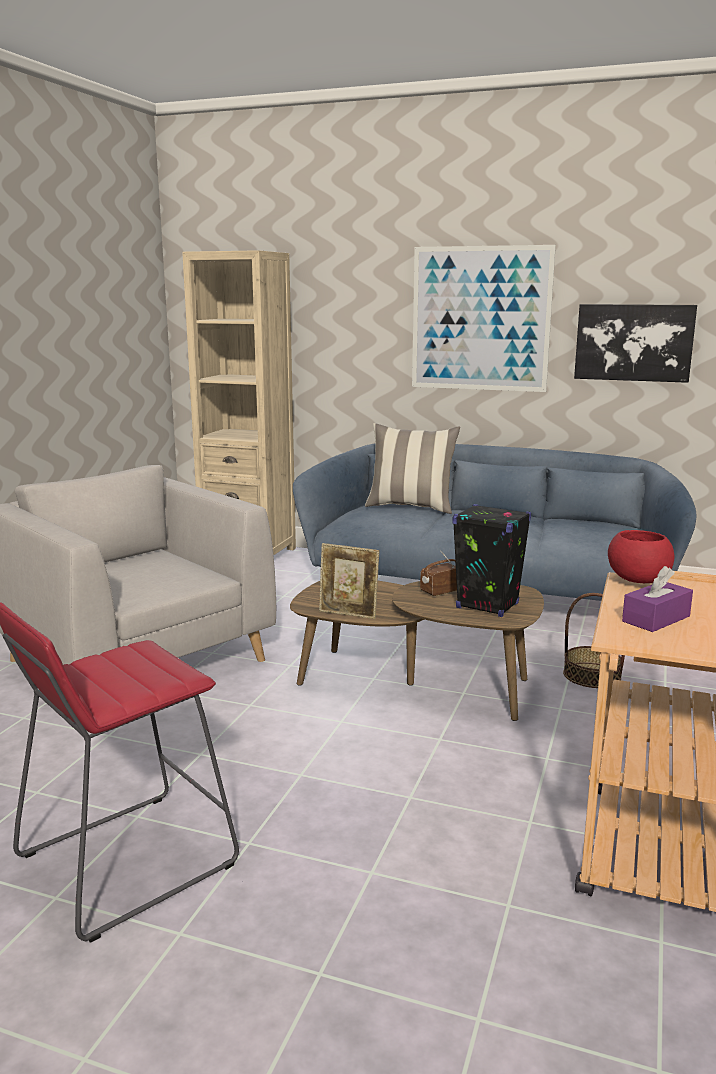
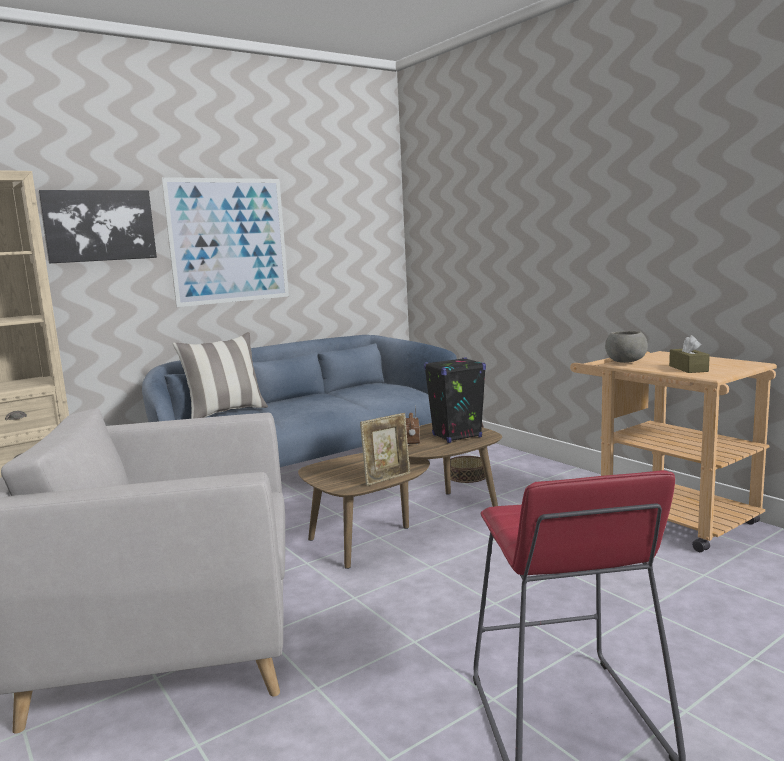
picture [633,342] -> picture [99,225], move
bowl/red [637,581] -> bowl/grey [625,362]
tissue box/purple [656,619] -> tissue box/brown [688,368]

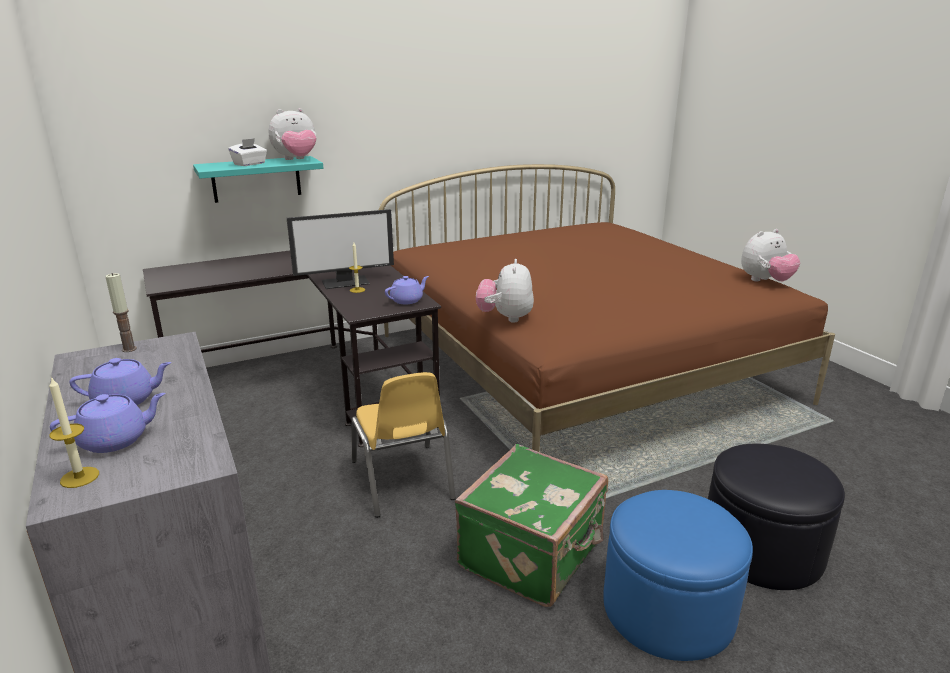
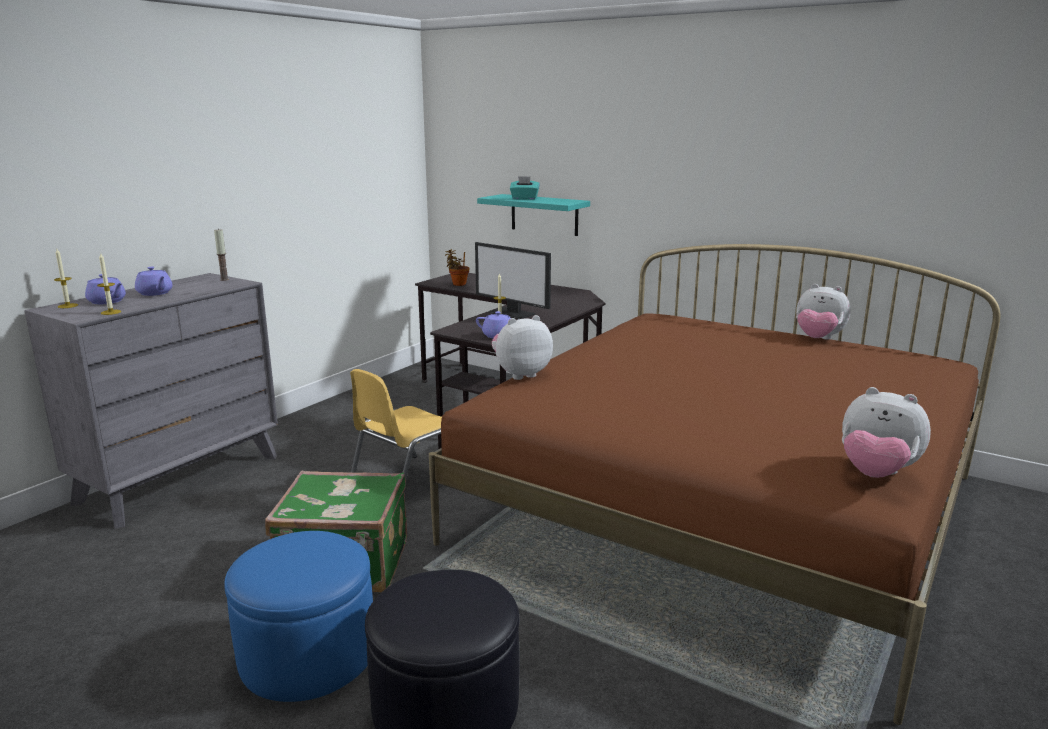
plush toy [296,160] -> plush toy [818,339], move
tissue box/white [250,164] -> tissue box/turquoise [524,198]
none -> potted plant [457,284]
none -> candle [111,312]

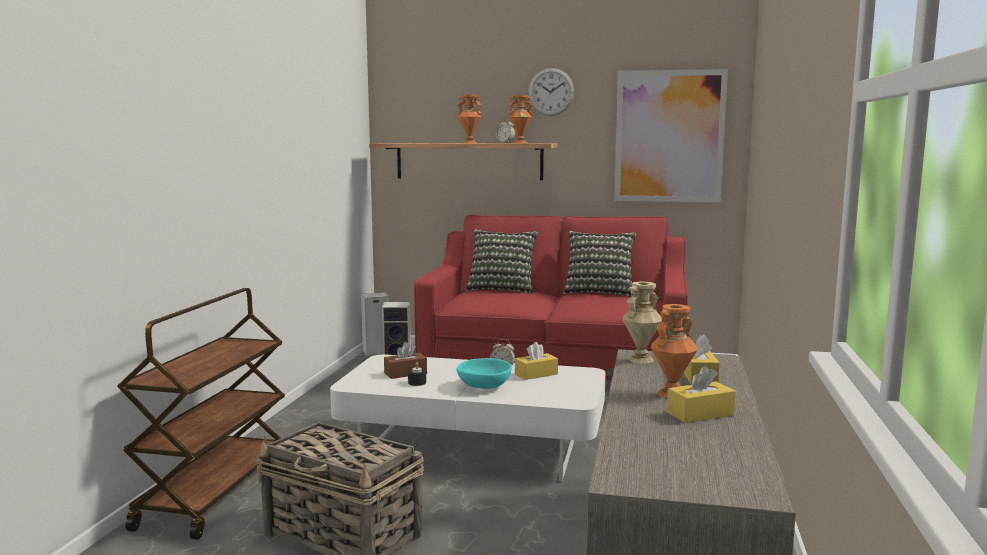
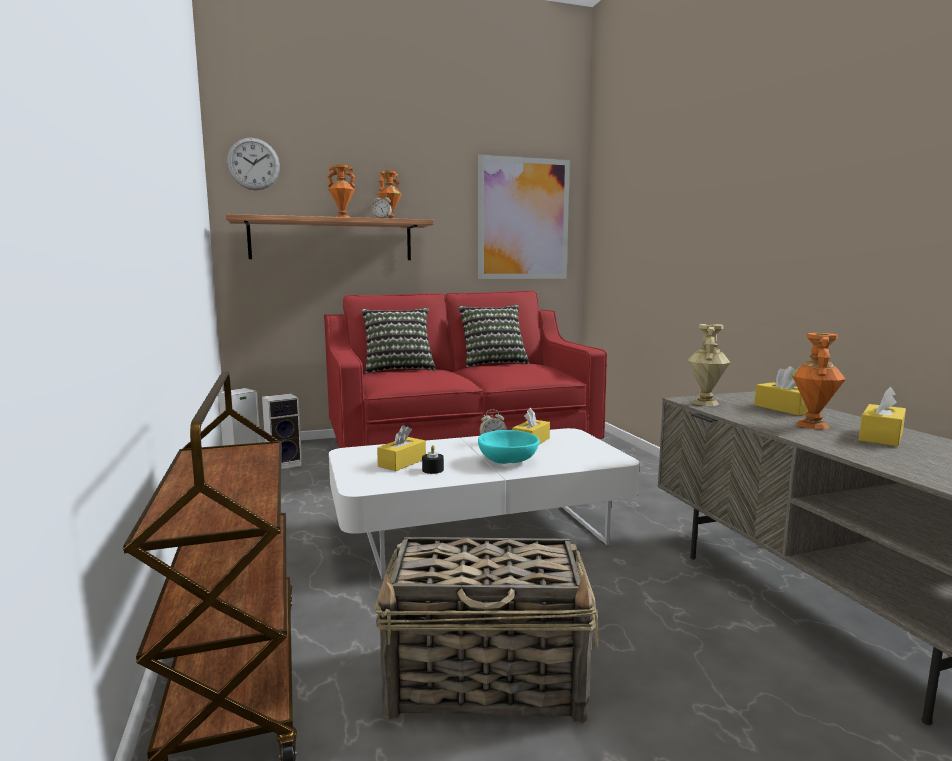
wall clock [551,92] -> wall clock [253,164], move
tissue box/brown [405,373] -> tissue box/yellow [402,463]

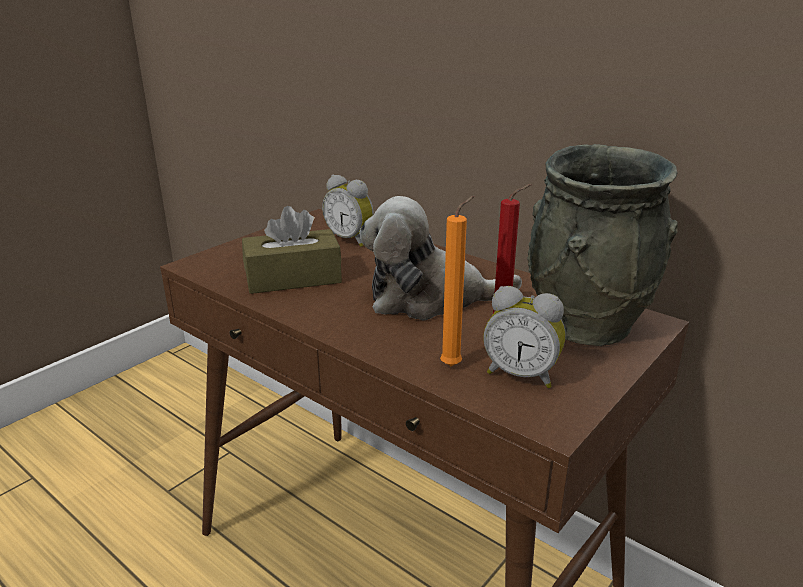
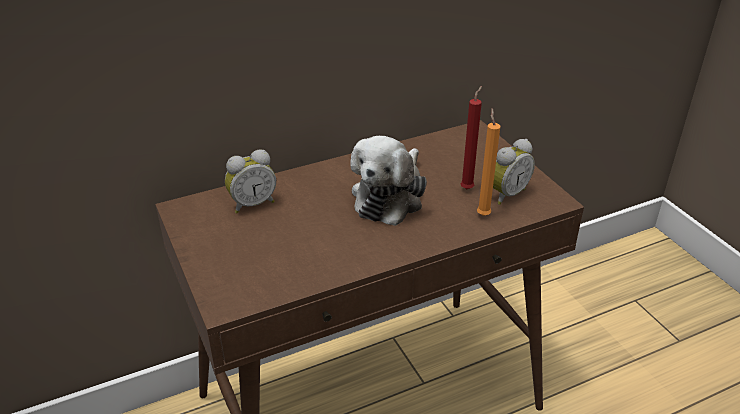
vase/grey [585,323] -> none
tissue box/brown [293,278] -> none

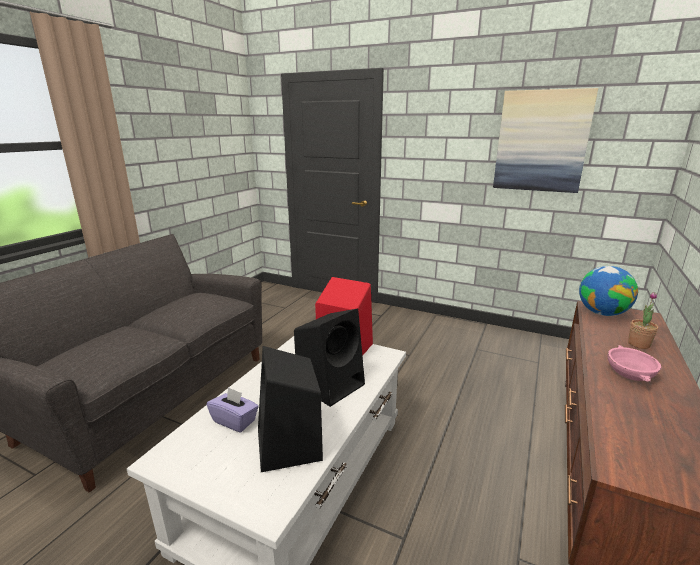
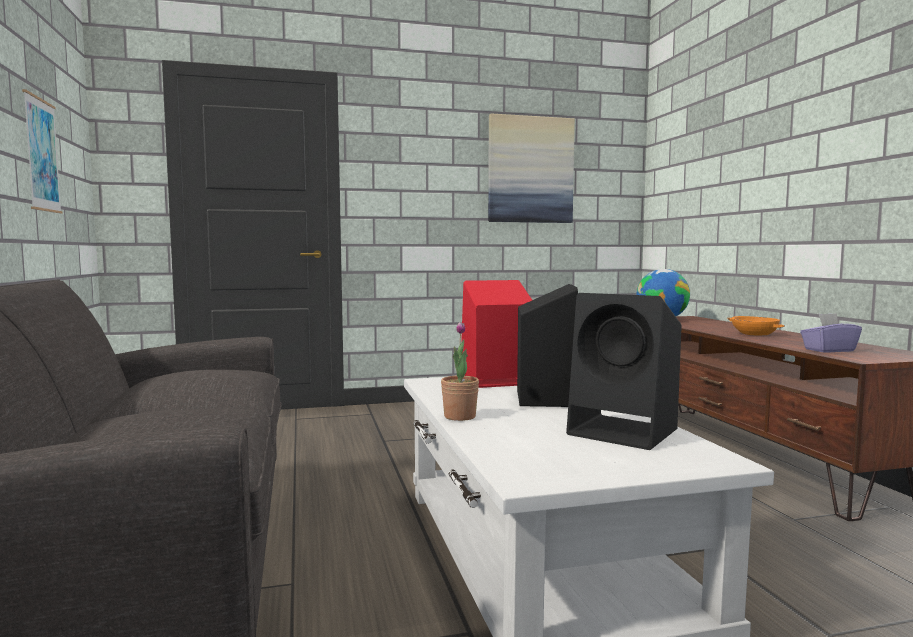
potted plant [638,344] -> potted plant [460,416], move
bowl/pink [630,373] -> bowl/orange [755,334]
tissue box/purple [235,421] -> tissue box/purple [828,350], move
none -> picture [42,155]

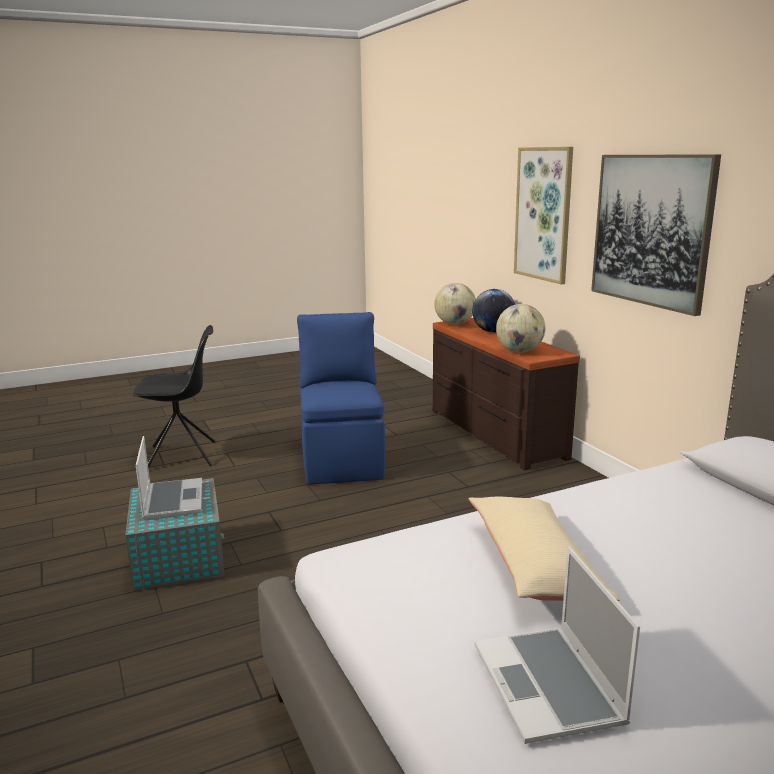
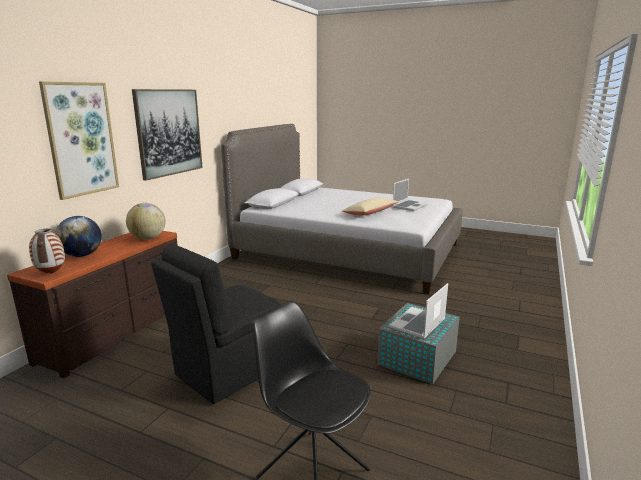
globe [455,324] -> vase [51,273]
chair/blue [342,460] -> chair/black [227,370]

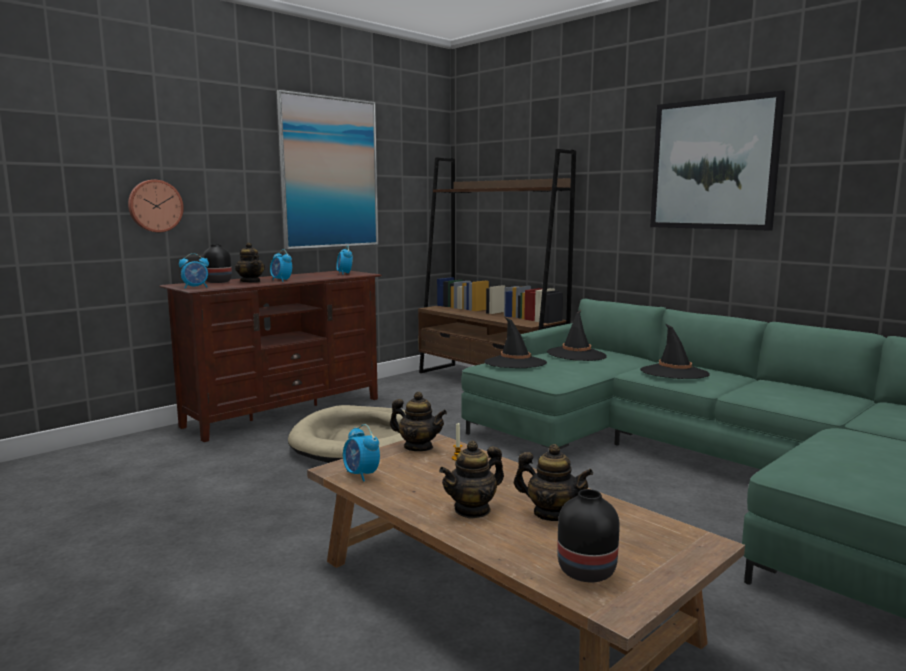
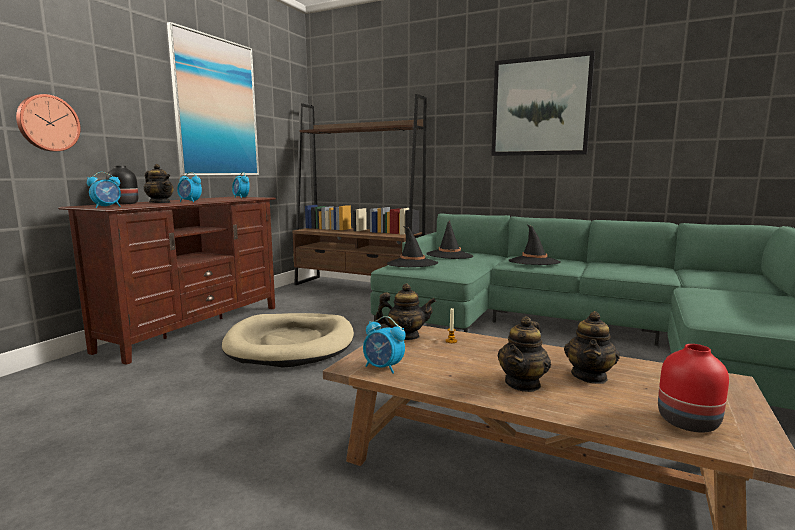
teapot [551,514] -> teapot [589,376], 105 degrees clockwise
vase/black [585,570] -> vase/red [686,421]

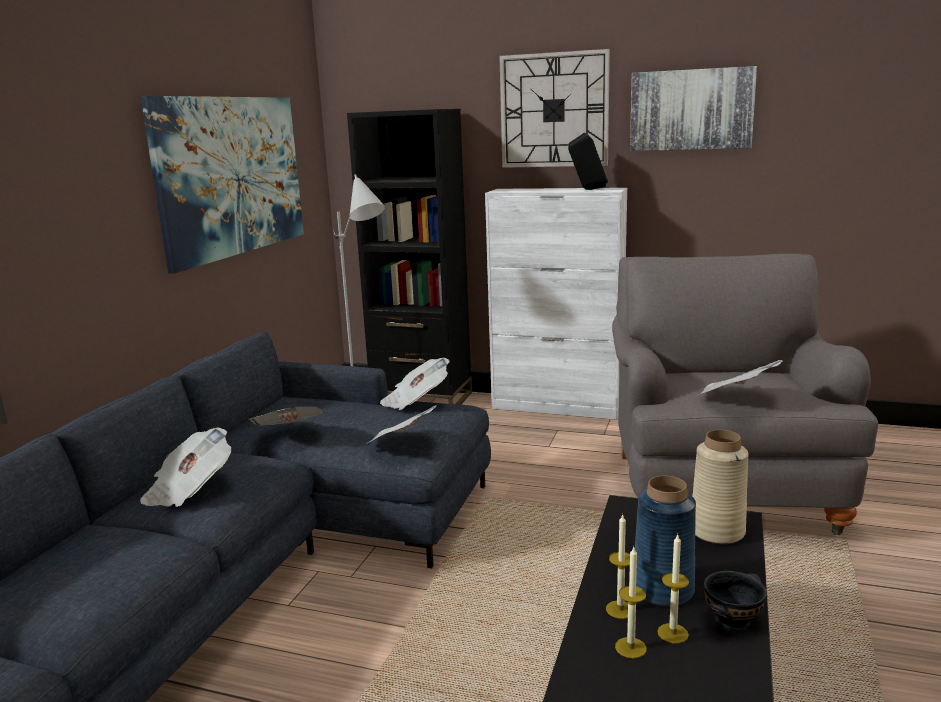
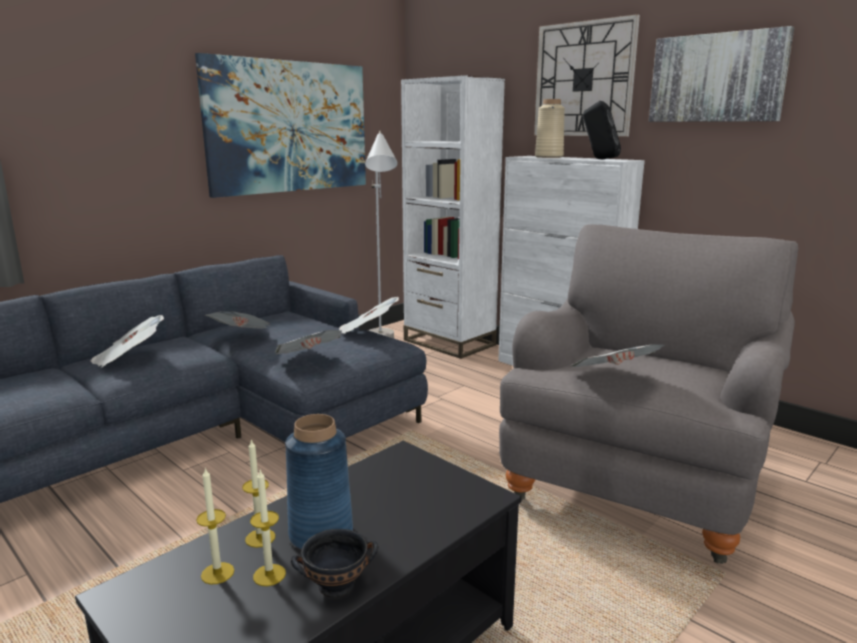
bookcase/black [422,399] -> bookcase/white [449,342]
vase/beige [717,531] -> vase/beige [549,157], move

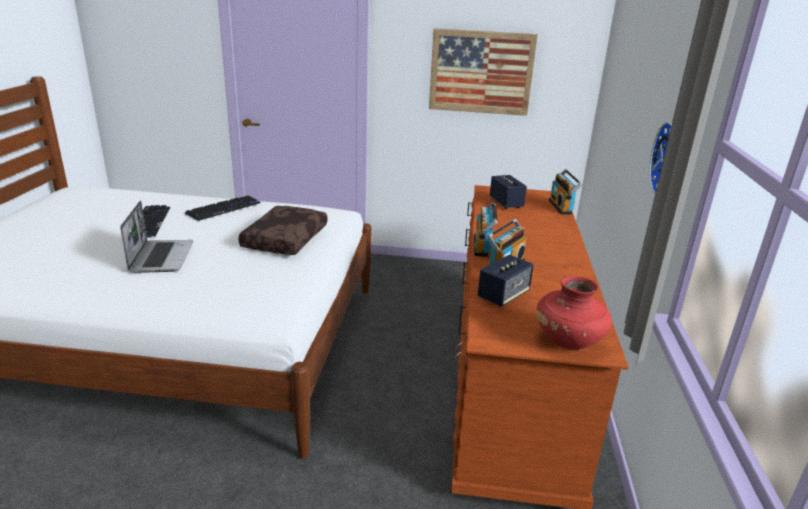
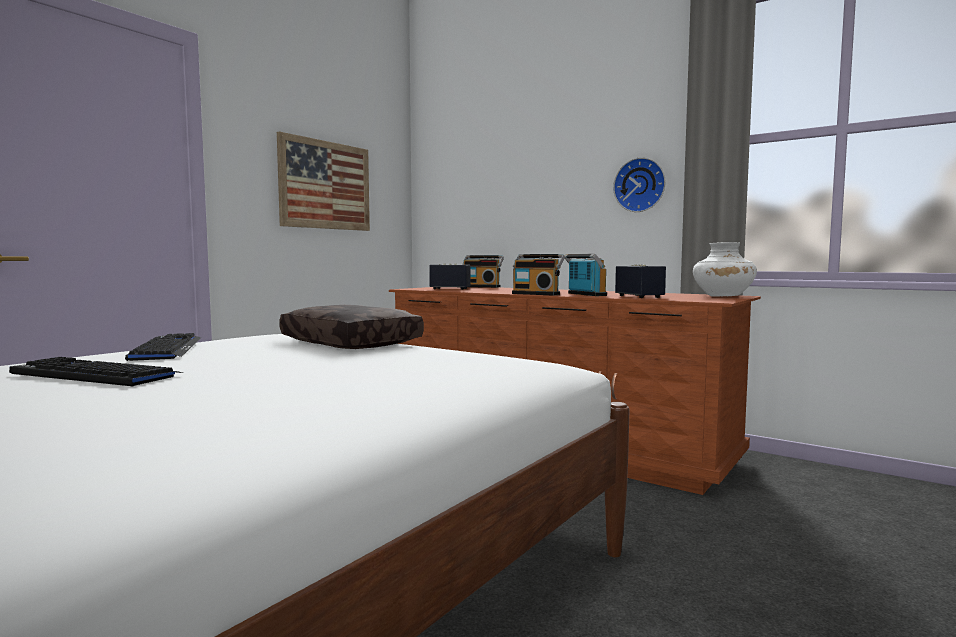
laptop [161,257] -> none
vase/red [568,341] -> vase/white [722,296]

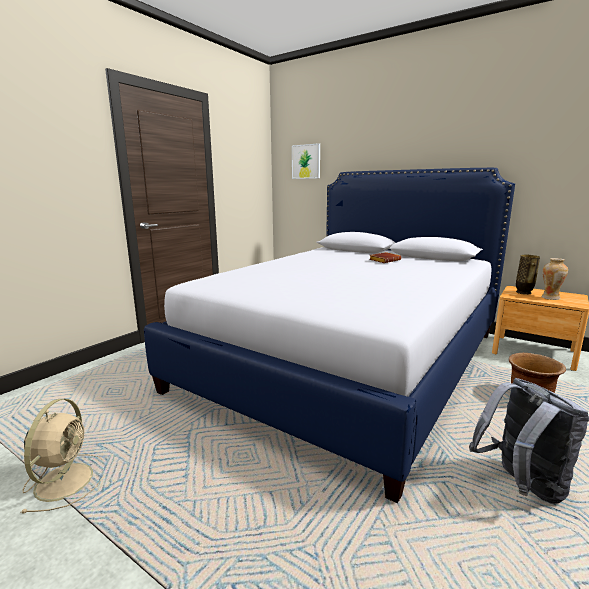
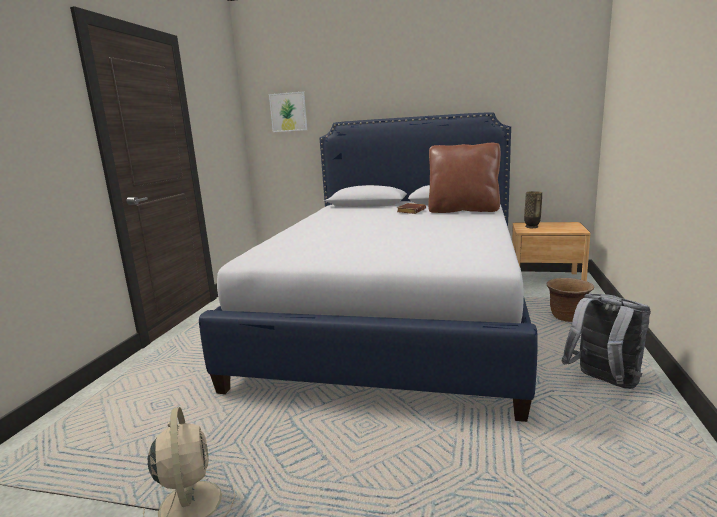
vase [550,298] -> none
none -> pillow/brown [463,210]

